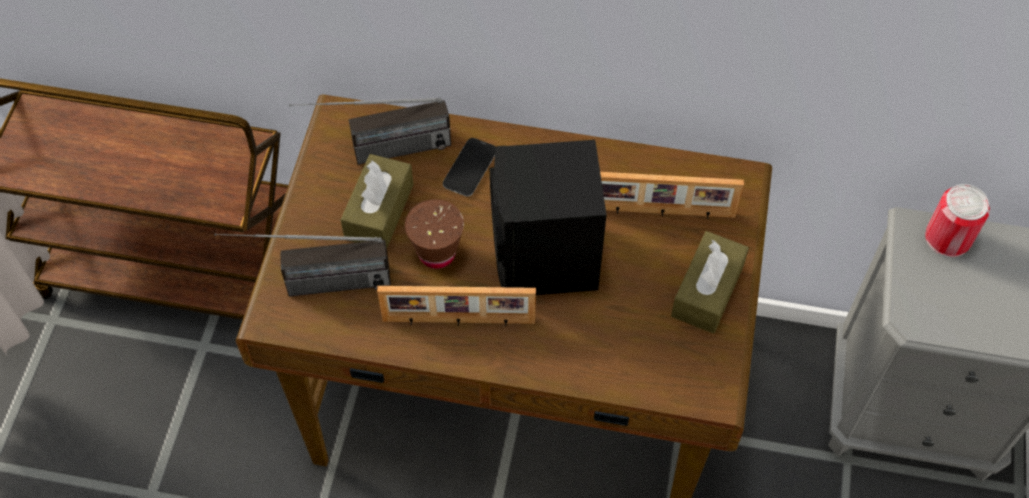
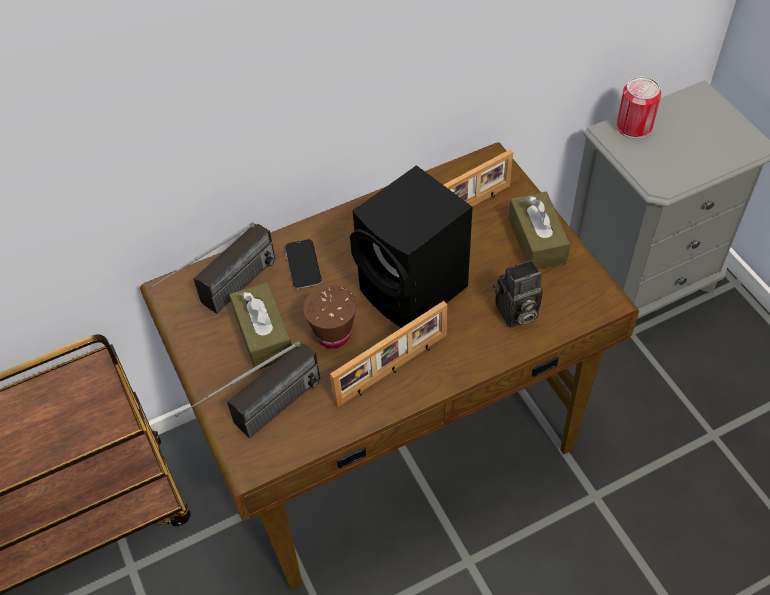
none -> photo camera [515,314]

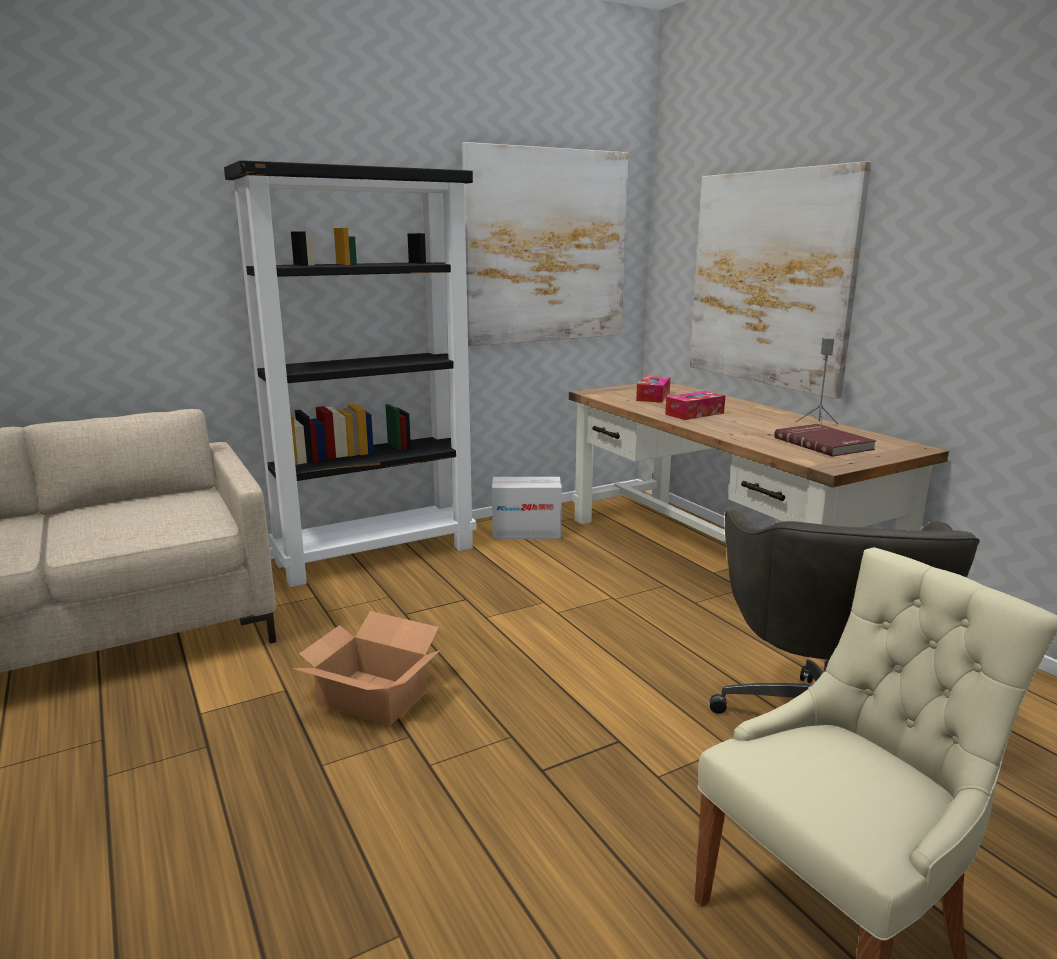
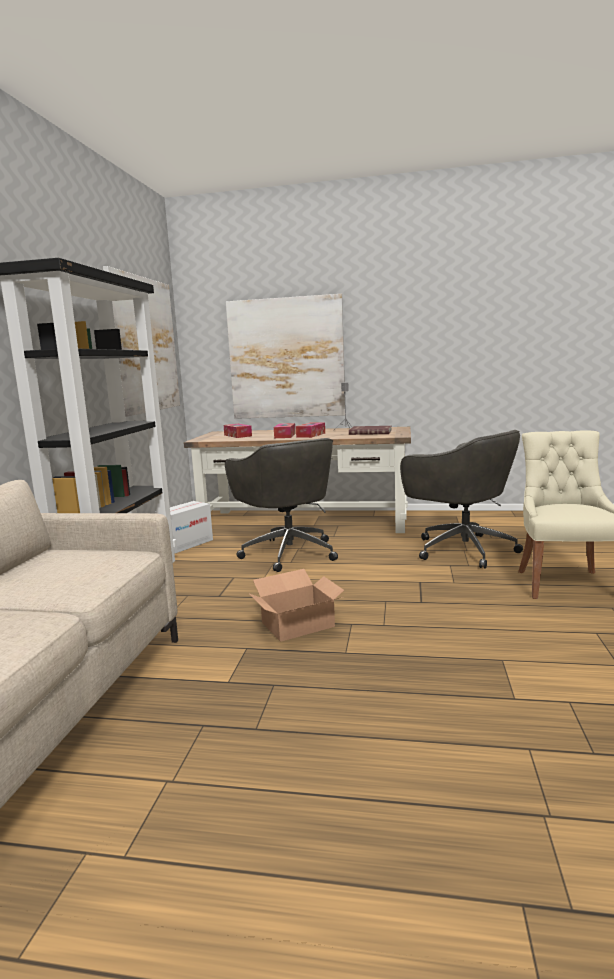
none -> tissue box [311,435]
none -> office chair/grey [288,552]

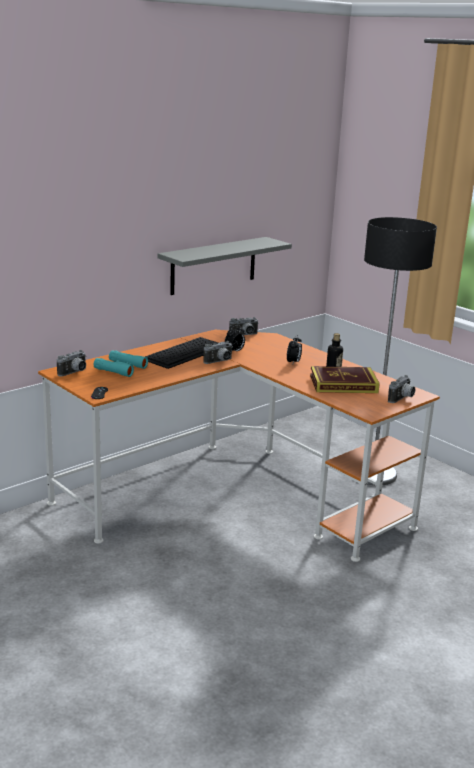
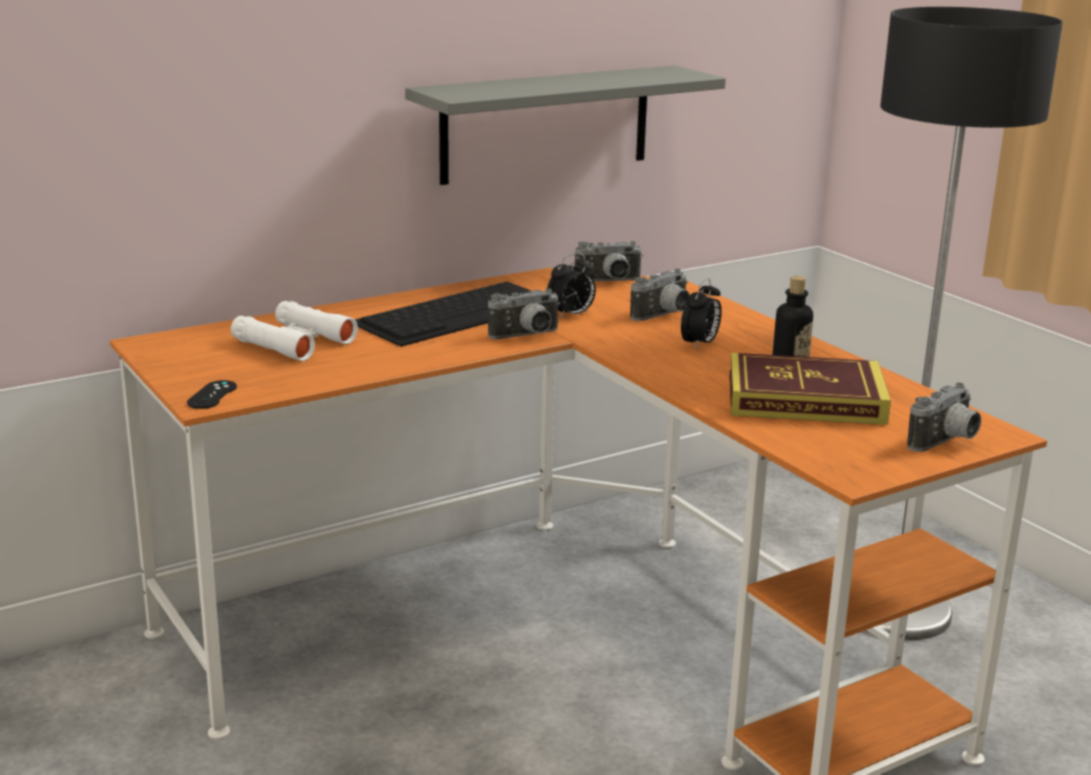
photo camera [74,373] -> photo camera [664,316], move
binoculars/turquoise [120,368] -> binoculars/white [294,342]

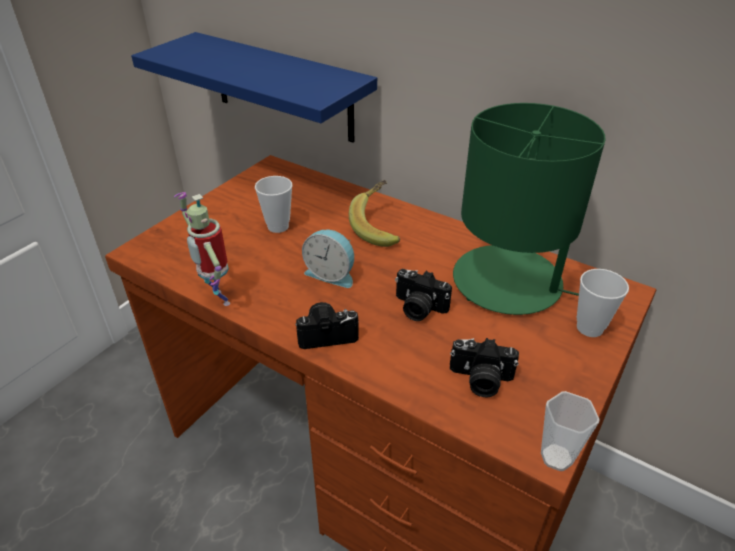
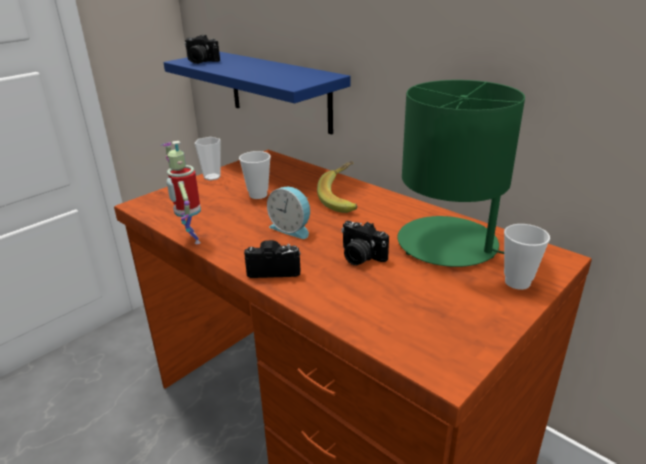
photo camera [480,380] -> photo camera [200,61], move
cup [556,457] -> cup [212,177], move

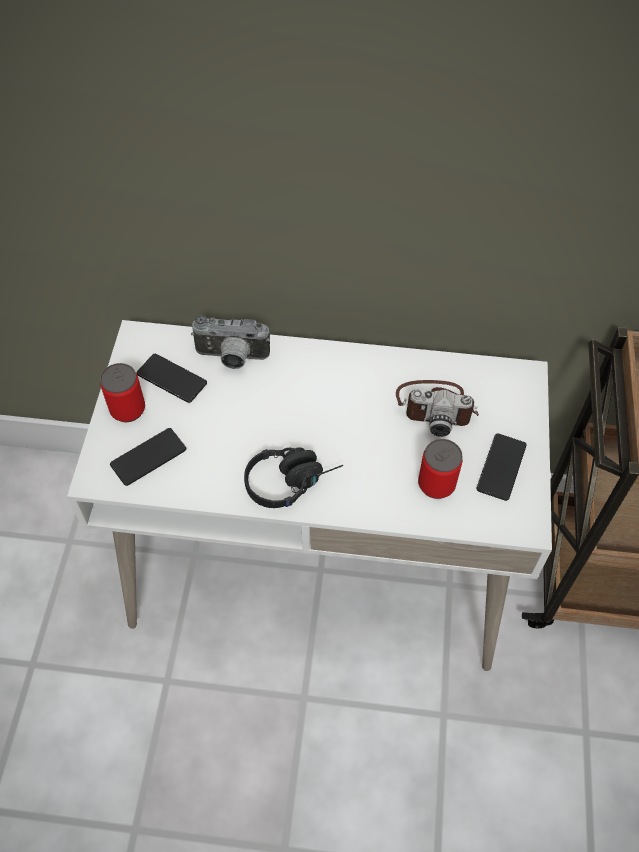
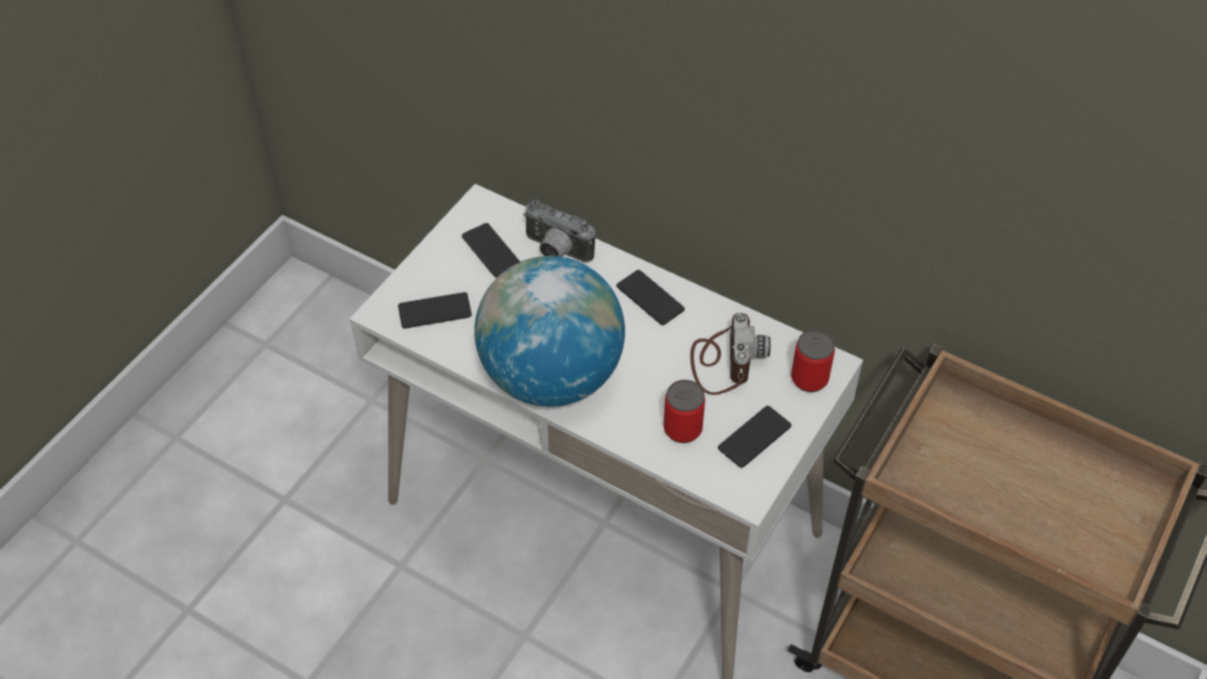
can [127,409] -> can [809,378], move
photo camera [436,406] -> photo camera [724,361], 120 degrees counterclockwise
headphones/black [292,480] -> globe [551,376]
none -> phone [650,298]

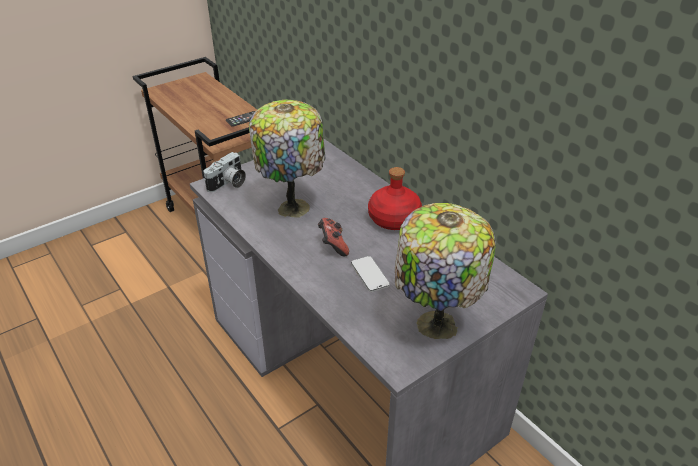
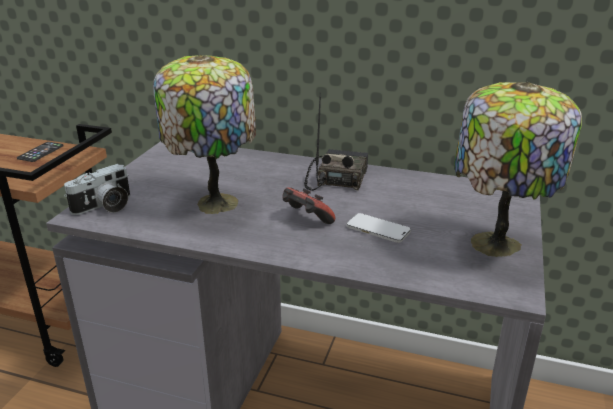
photo camera [228,184] -> photo camera [104,207], 45 degrees clockwise
bottle/red [394,219] -> radio [337,178]

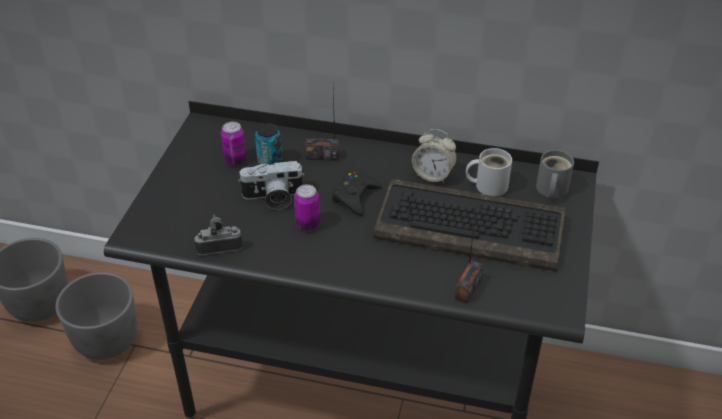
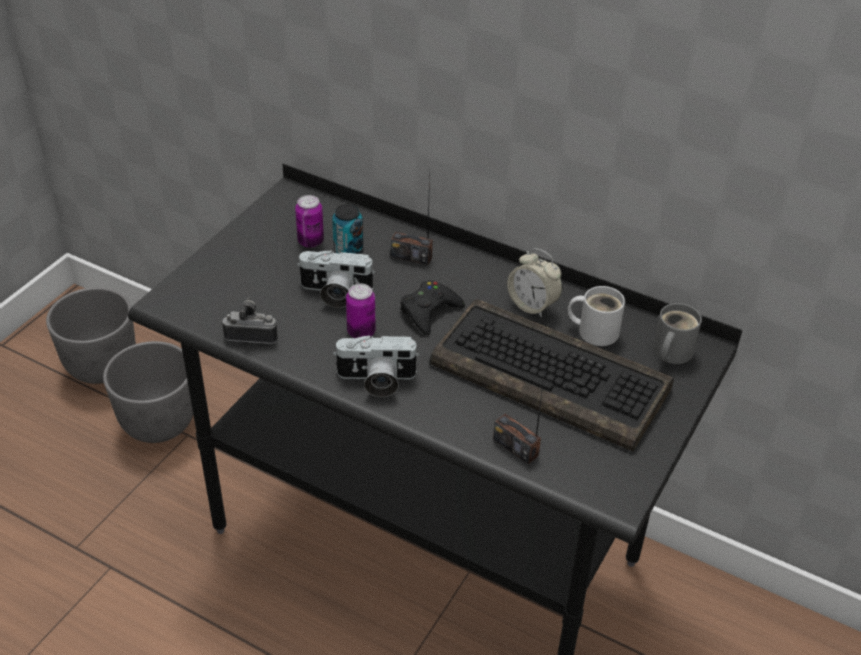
radio [467,288] -> radio [516,447], 90 degrees clockwise
none -> photo camera [376,381]

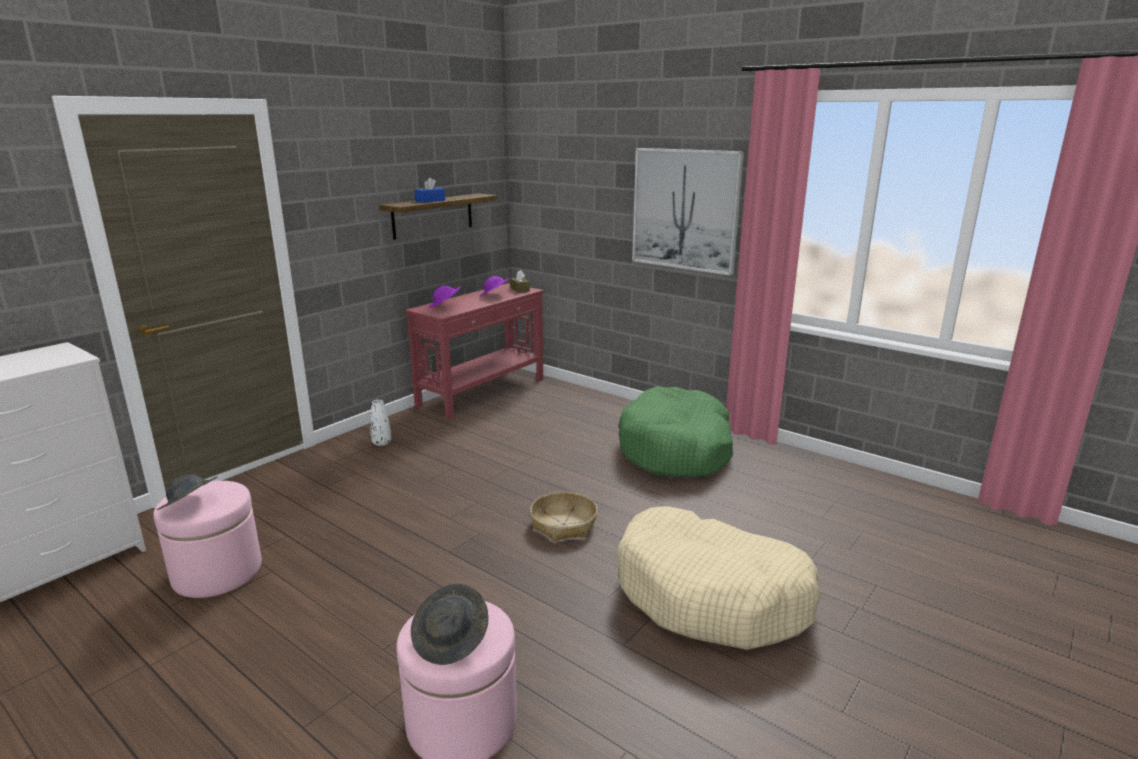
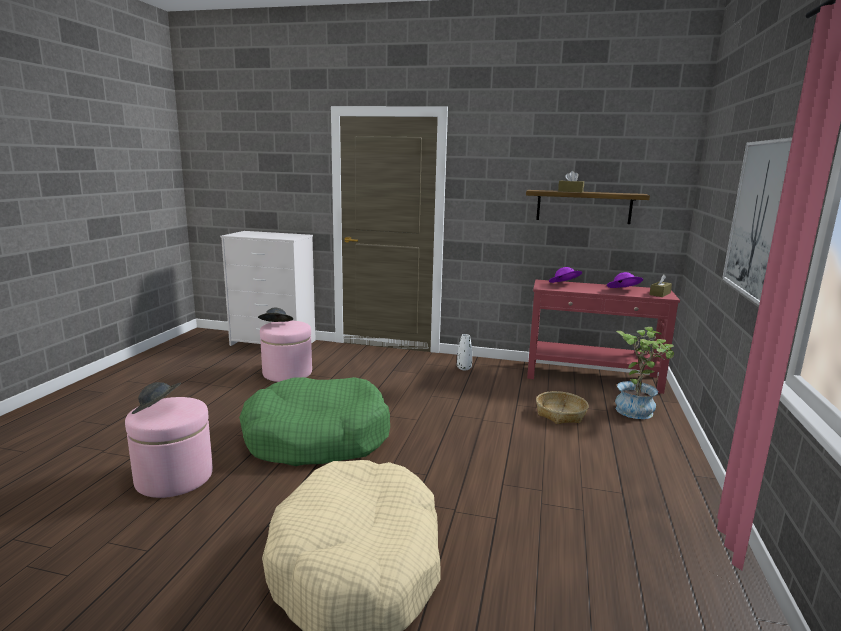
tissue box/blue [430,201] -> tissue box/brown [570,191]
dog bed/green [676,449] -> dog bed/green [316,437], move
basket [564,524] -> basket [561,414], move
none -> potted plant [637,409]

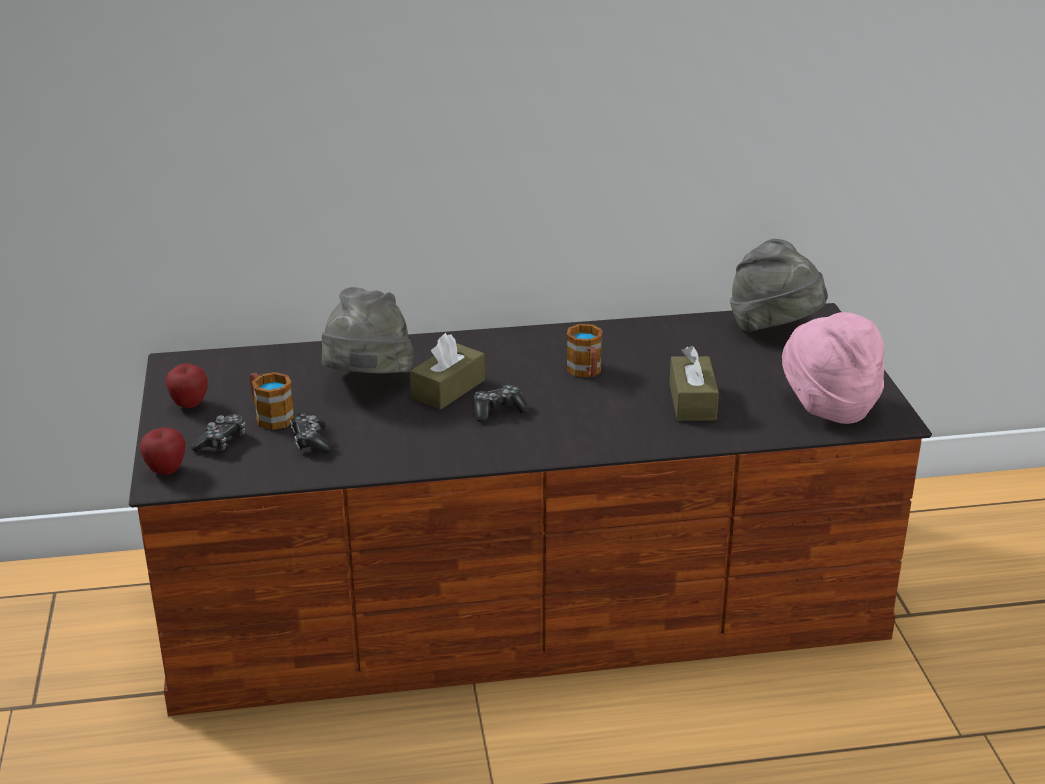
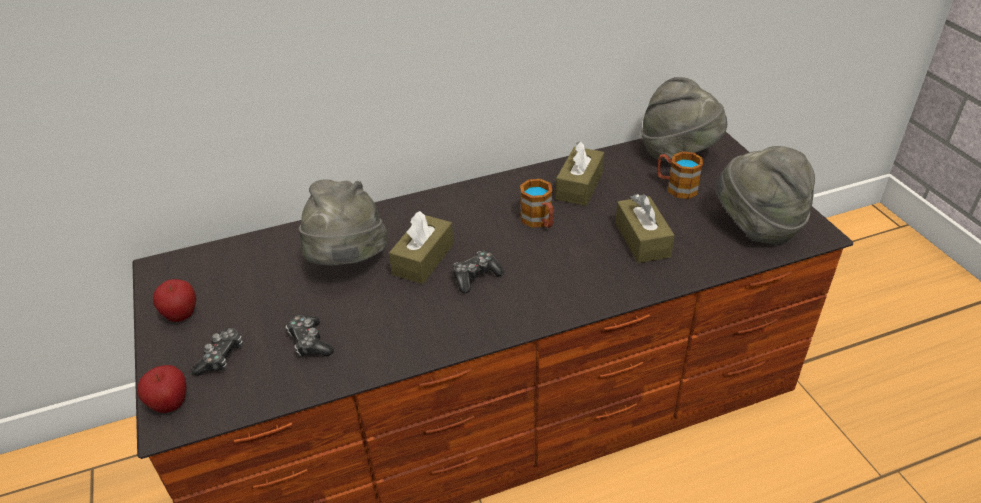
hat/pink [828,406] -> hat/grey [757,226]
mug [270,416] -> mug [676,187], move
none -> tissue box/brown [579,186]

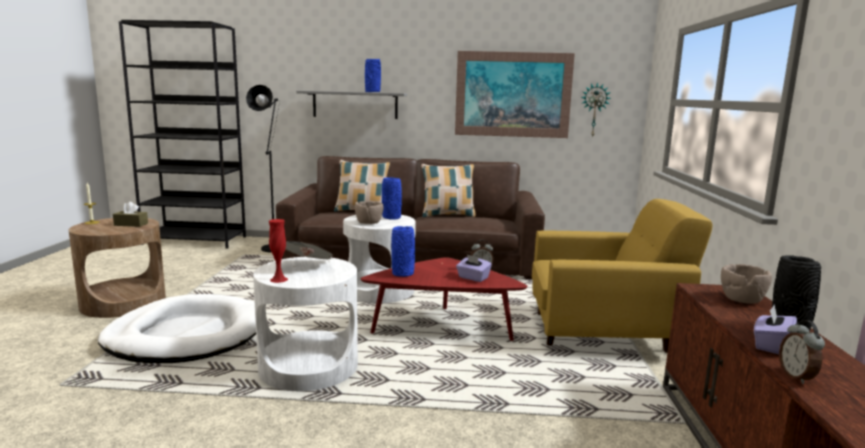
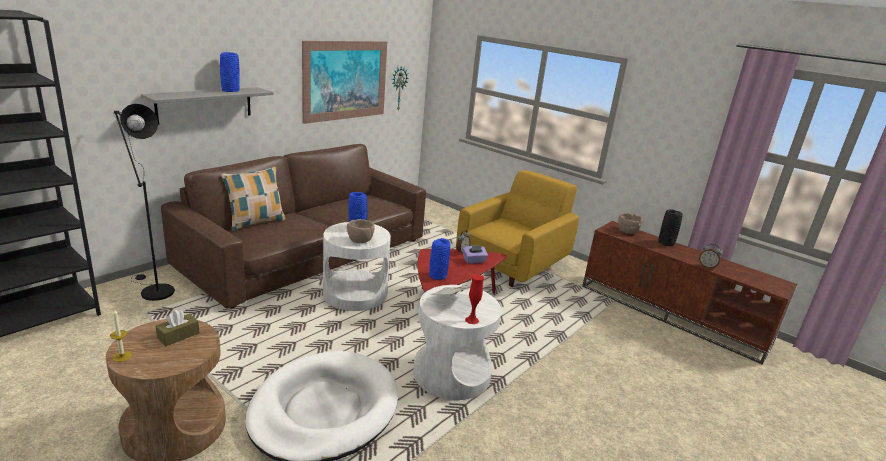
pillow [447,215] -> none
tissue box/purple [771,345] -> none

